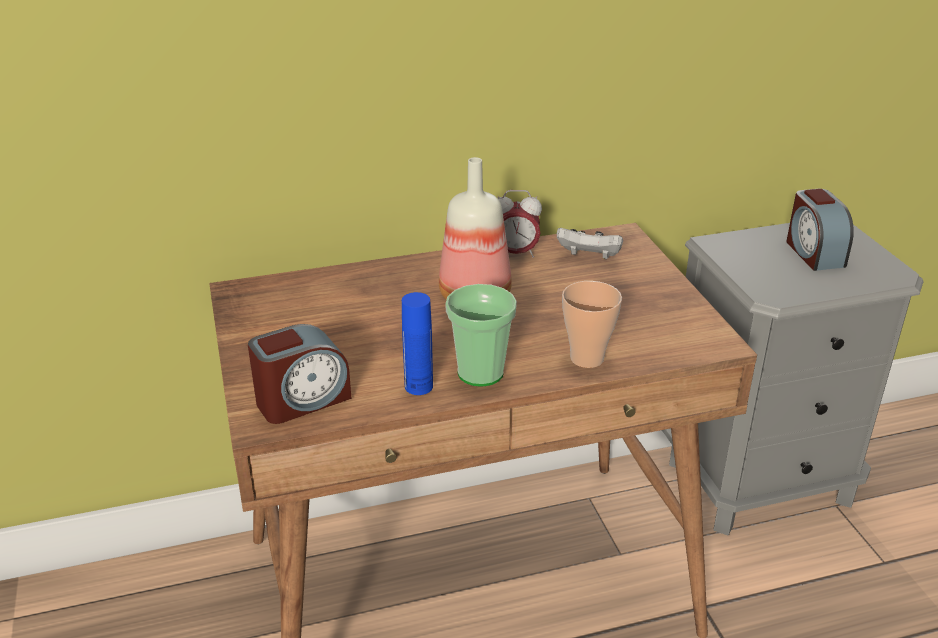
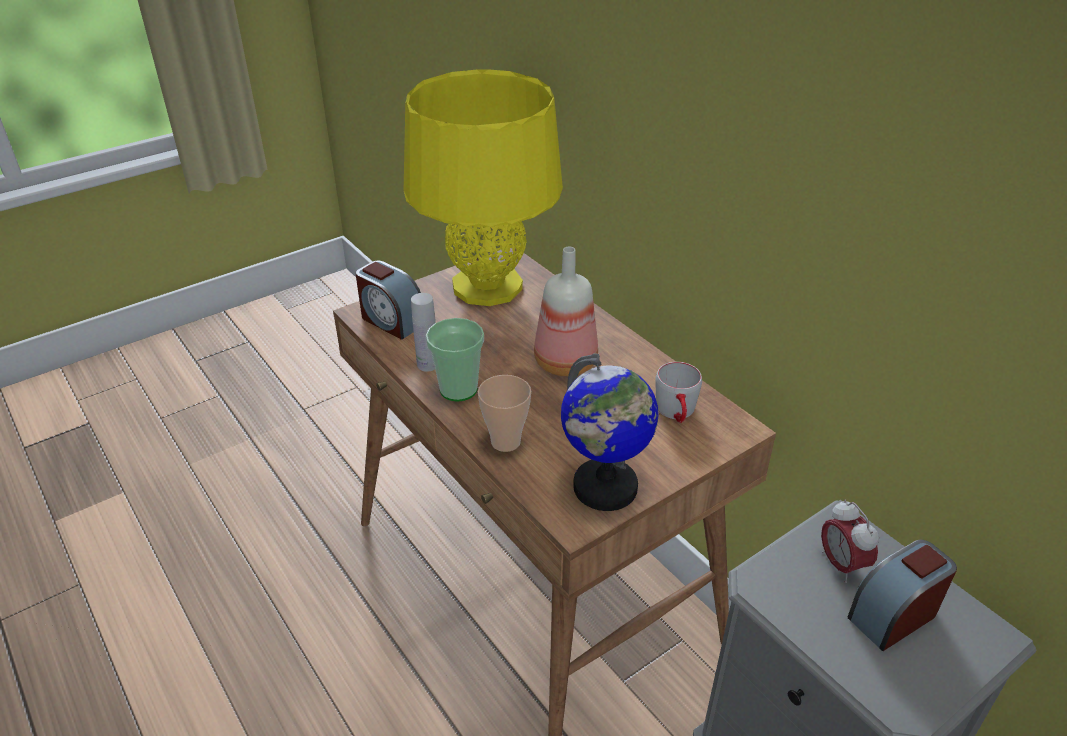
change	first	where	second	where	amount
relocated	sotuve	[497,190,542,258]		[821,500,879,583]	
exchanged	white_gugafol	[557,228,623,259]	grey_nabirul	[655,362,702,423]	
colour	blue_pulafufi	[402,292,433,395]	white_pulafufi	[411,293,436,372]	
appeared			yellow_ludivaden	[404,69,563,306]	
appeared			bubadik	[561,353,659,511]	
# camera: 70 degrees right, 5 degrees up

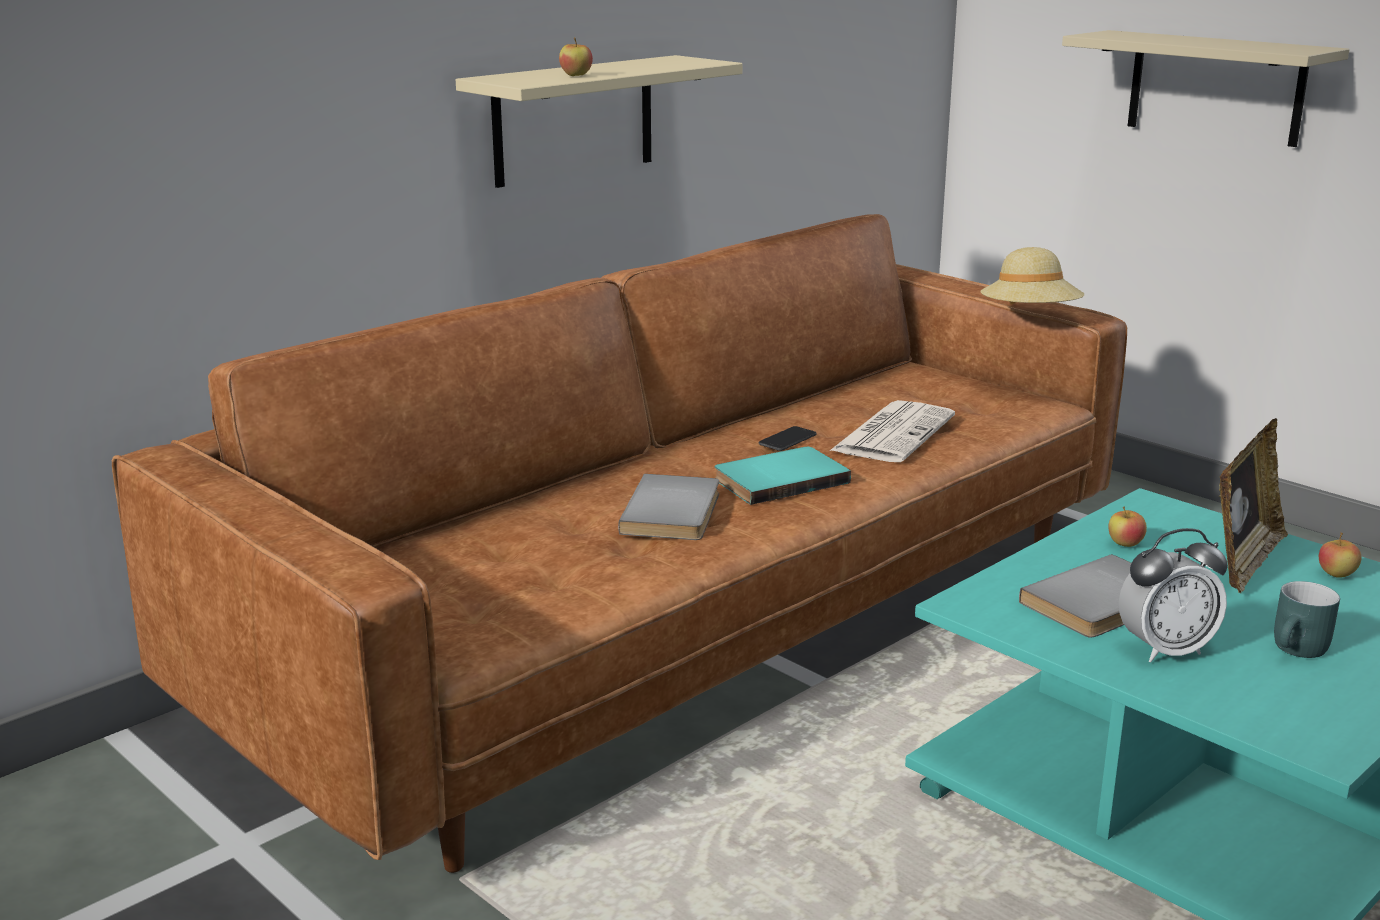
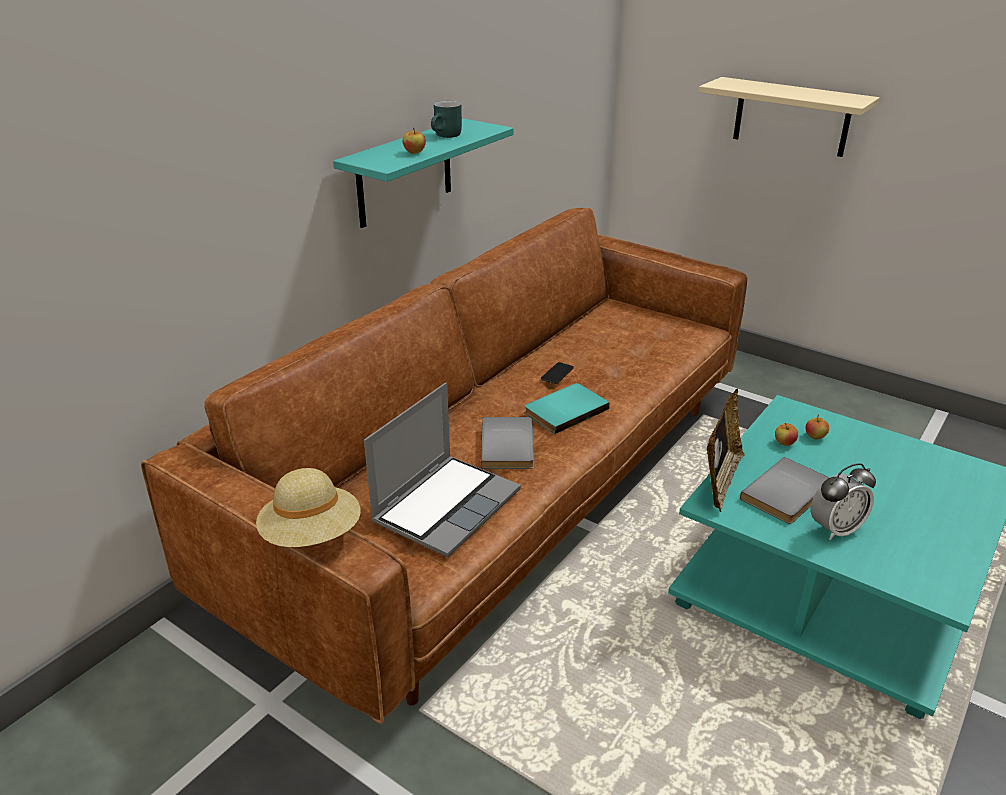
change	first	where	second	where	amount
colour	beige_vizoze	[456,55,743,188]	turquoise_vizoze	[333,118,514,228]	
relocated	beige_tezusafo	[981,247,1084,304]		[256,468,361,547]	
missing	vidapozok	[830,400,955,462]			
relocated	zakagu	[1219,418,1288,594]		[706,388,745,512]	
relocated	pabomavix	[1319,532,1361,578]		[806,414,829,440]	
relocated	turquoise_nabirul	[1274,581,1340,658]		[431,101,462,138]	
appeared			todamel	[364,382,521,557]	
# camera: 10 degrees left, 10 degrees up

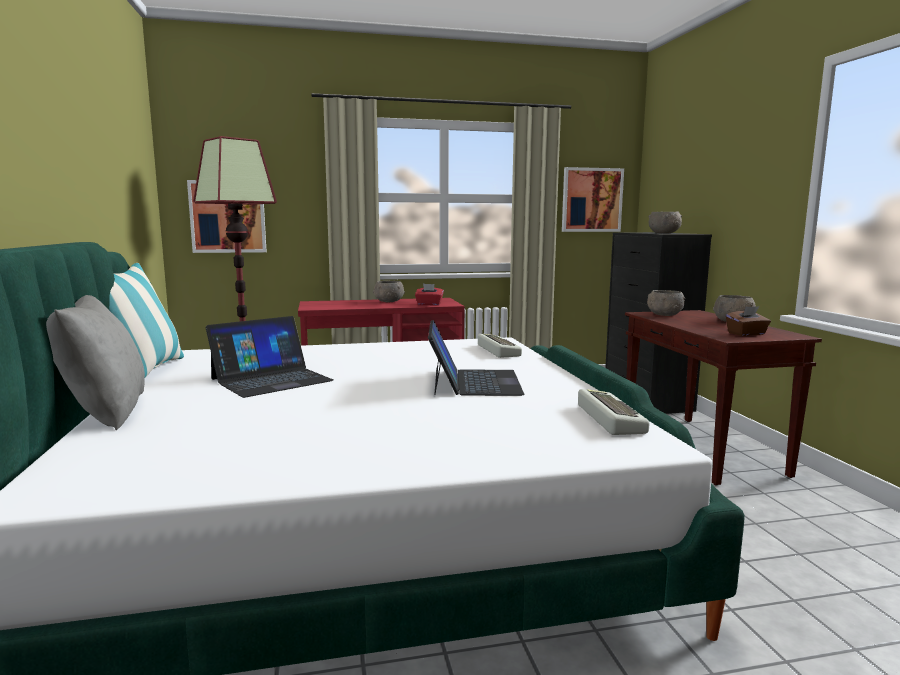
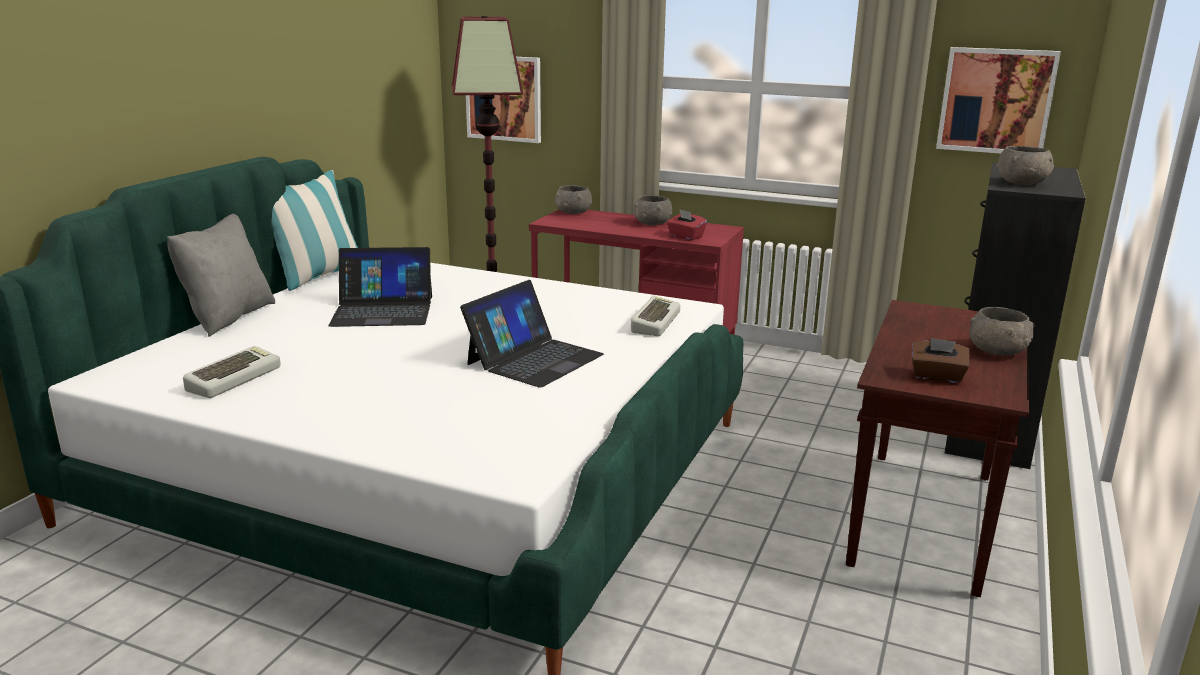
change	first	where	second	where	amount
relocated	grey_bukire	[647,290,685,316]		[555,185,592,214]	
relocated	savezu	[578,389,650,435]		[183,346,281,398]	
# camera: 35 degrees right, 10 degrees up

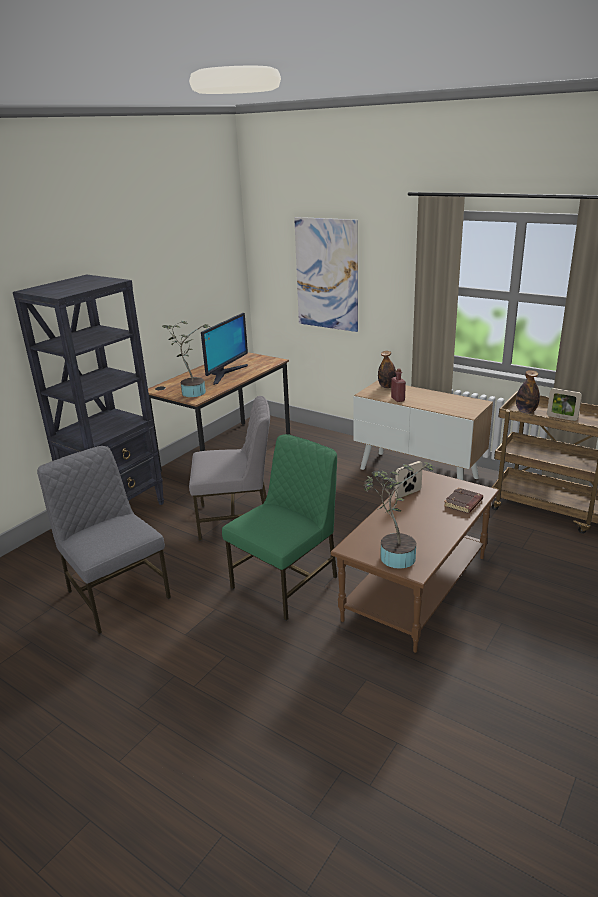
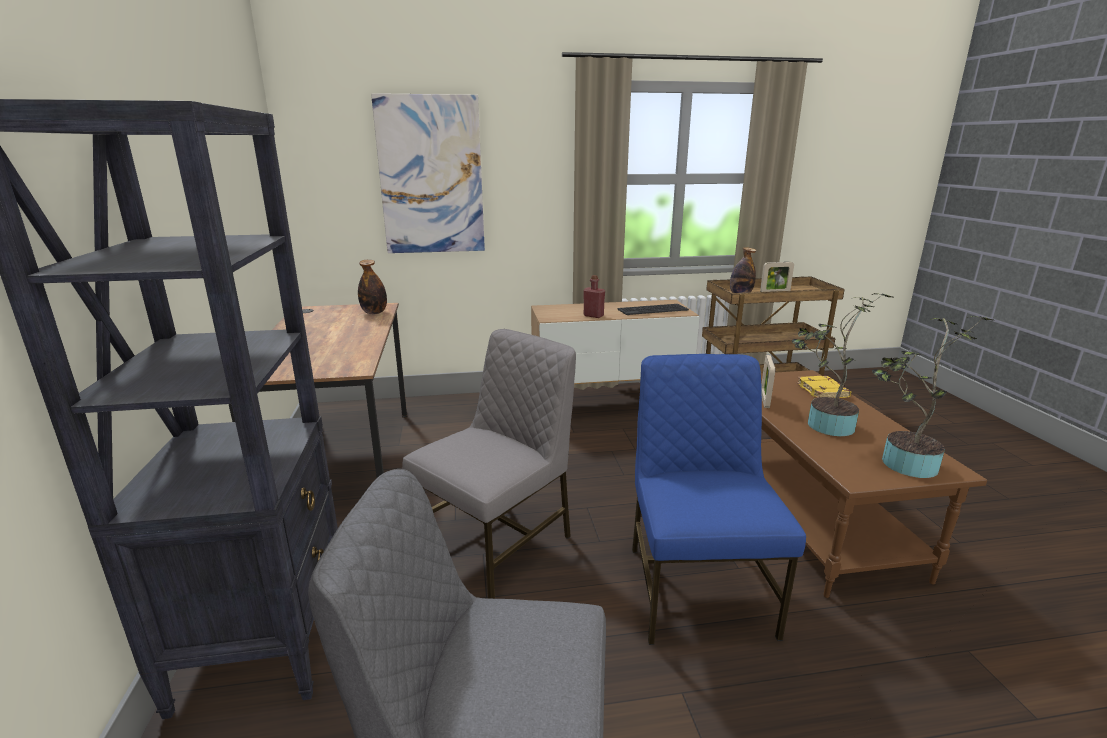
change	first	where	second	where	amount
missing	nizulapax	[201,313,248,385]			
relocated	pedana	[162,321,210,397]		[792,293,894,436]	
relocated	pulafufi	[378,351,396,388]		[358,260,387,314]	
colour	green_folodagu	[222,434,338,621]	blue_folodagu	[632,354,806,645]	
colour	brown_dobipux	[444,488,483,514]	yellow_dobipux	[797,376,851,398]	
appeared			savezu	[618,304,689,315]	
# camera: 45 degrees left, 5 degrees down

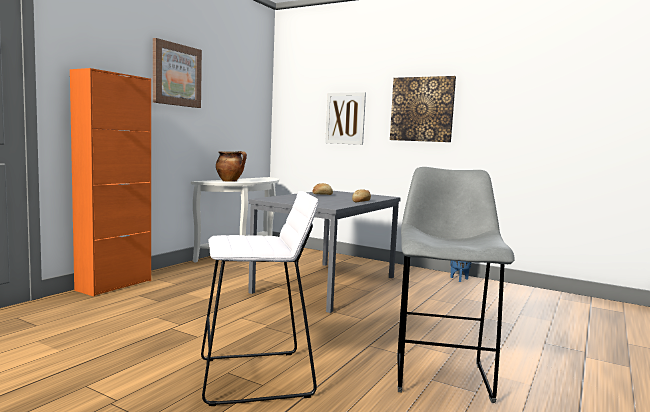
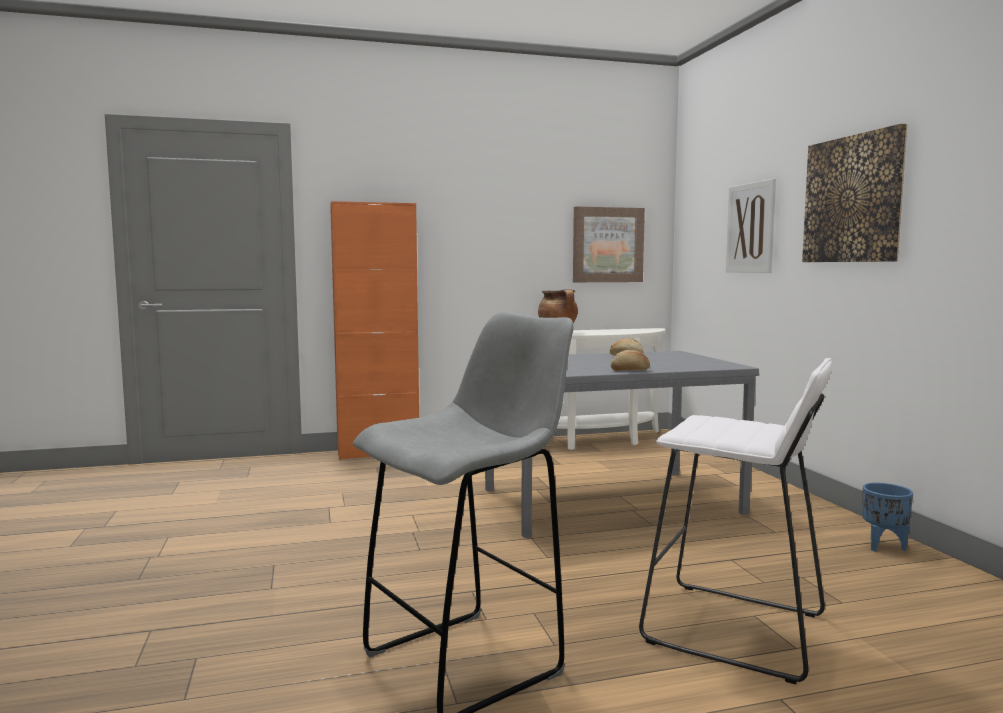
change	first	where	second	where	amount
relocated	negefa	[153,38,202,108]		[573,206,645,282]	
relocated	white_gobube	[201,191,318,406]		[639,358,832,684]	
# camera: 45 degrees right, 0 degrees up

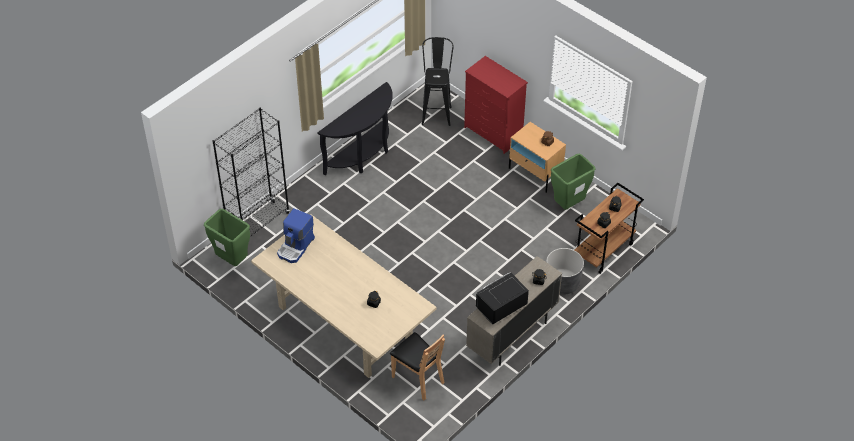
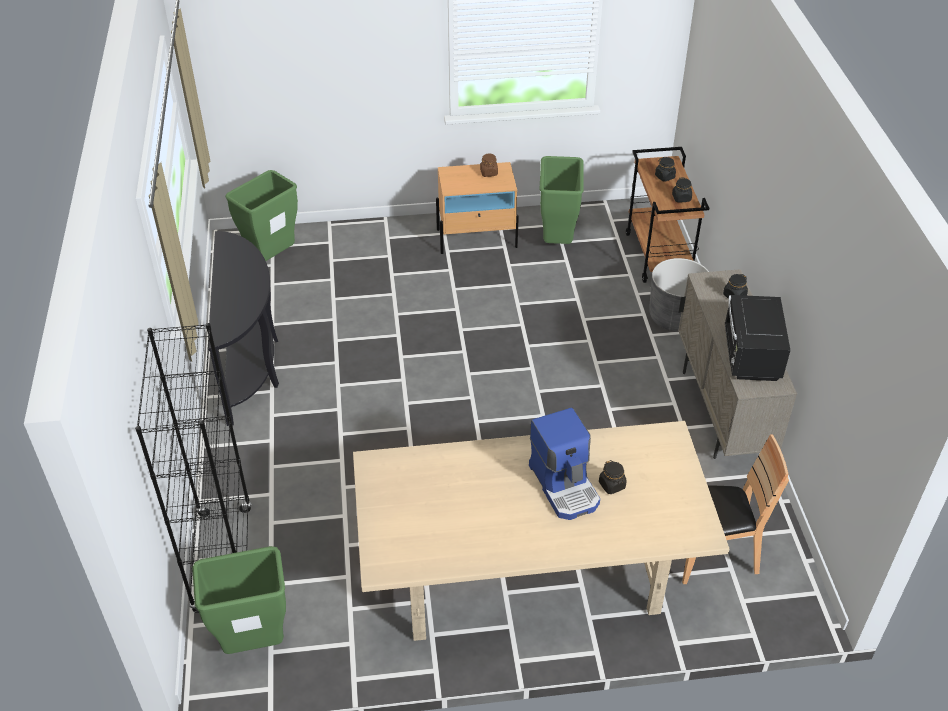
change	first	where	second	where	amount
exchanged	black_gobube	[422,37,454,126]	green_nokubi	[225,170,298,261]	
missing	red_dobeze	[464,56,528,154]			
relocated	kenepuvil	[277,208,315,263]		[529,407,600,520]	
# camera: 50 degrees left, 5 degrees down

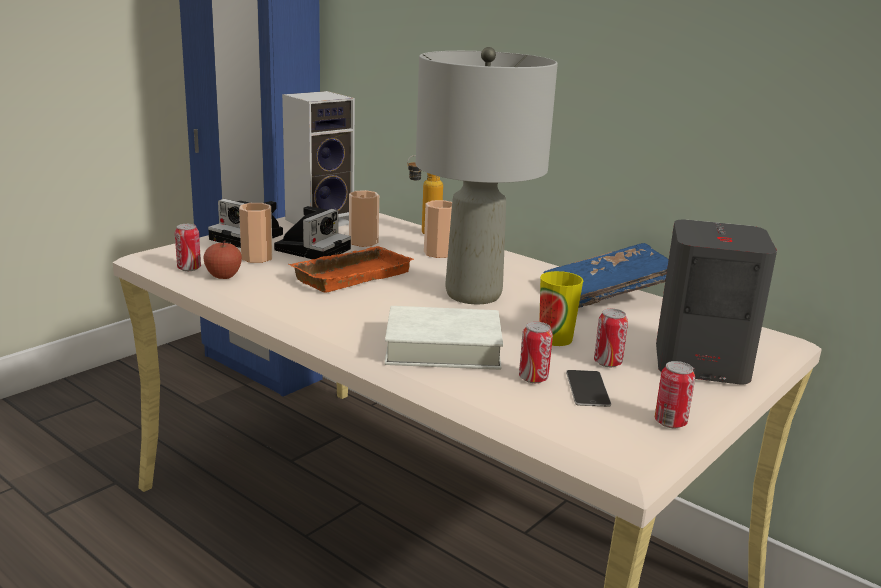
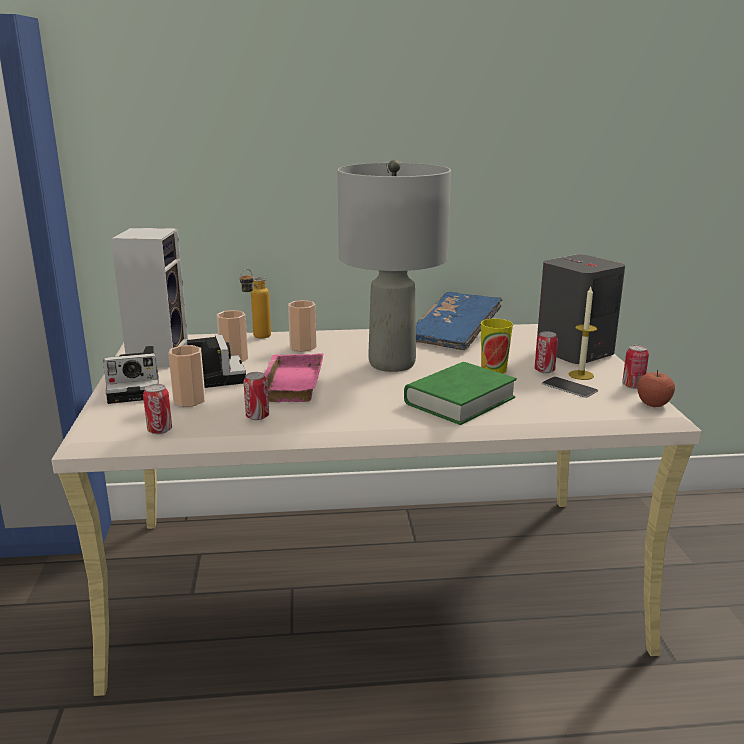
change	first	where	second	where	amount
relocated	pabomavix	[204,240,242,279]		[637,370,675,407]	
colour	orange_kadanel	[289,246,414,293]	pink_kadanel	[264,354,323,402]	
colour	white_dobipux	[384,306,503,370]	green_dobipux	[404,362,517,425]	
relocated	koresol	[519,322,553,383]		[244,372,269,420]	
appeared			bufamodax	[569,287,598,380]	
# camera: 45 degrees left, 0 degrees up

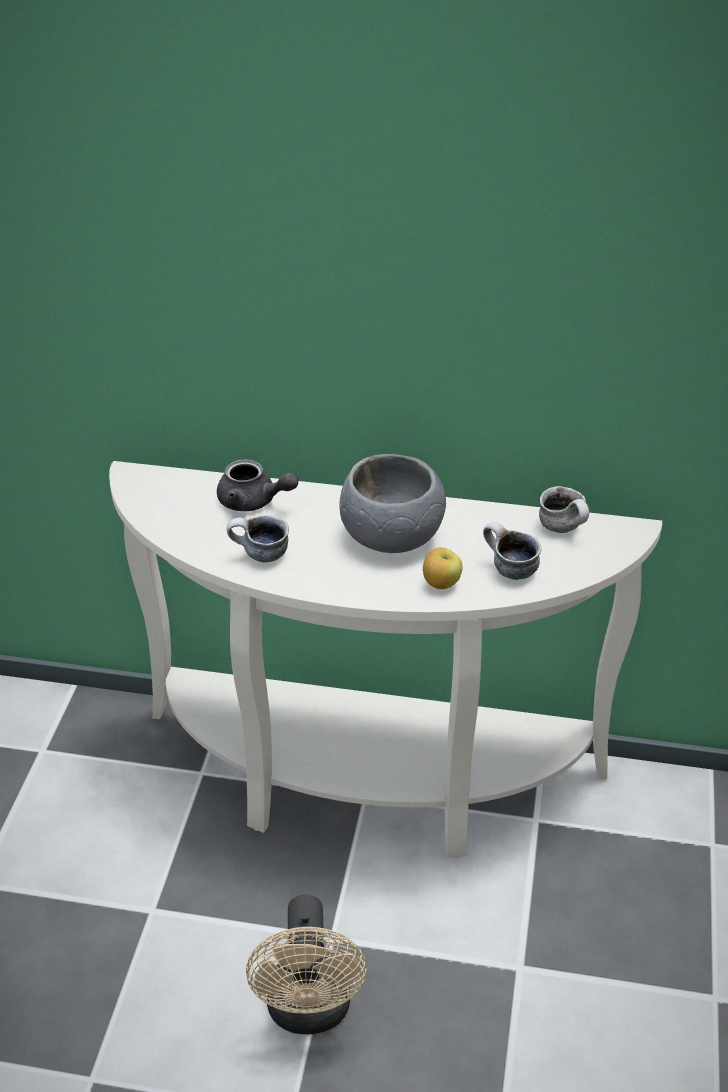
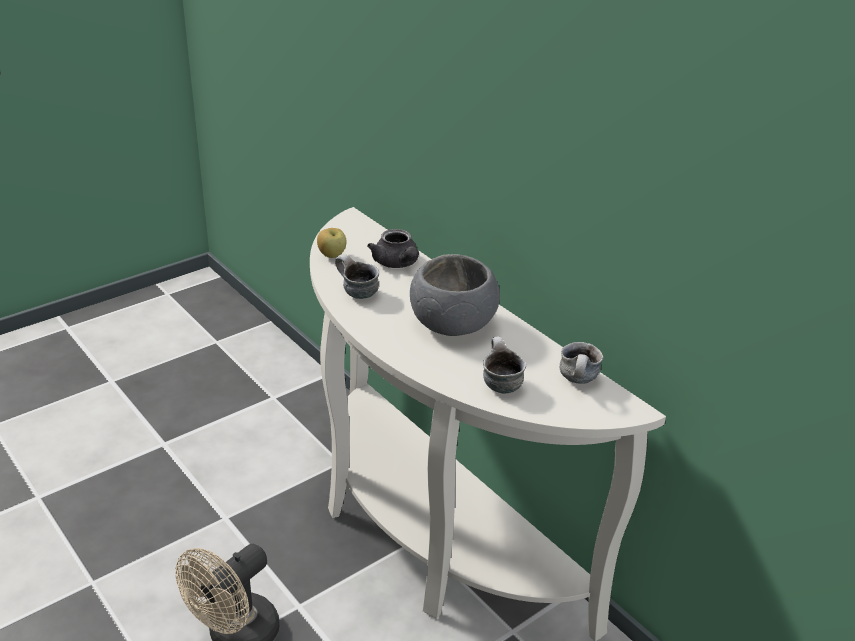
change	first	where	second	where	amount
relocated	pabomavix	[423,547,463,589]		[317,228,347,258]	
# camera: 40 degrees right, 5 degrees down

